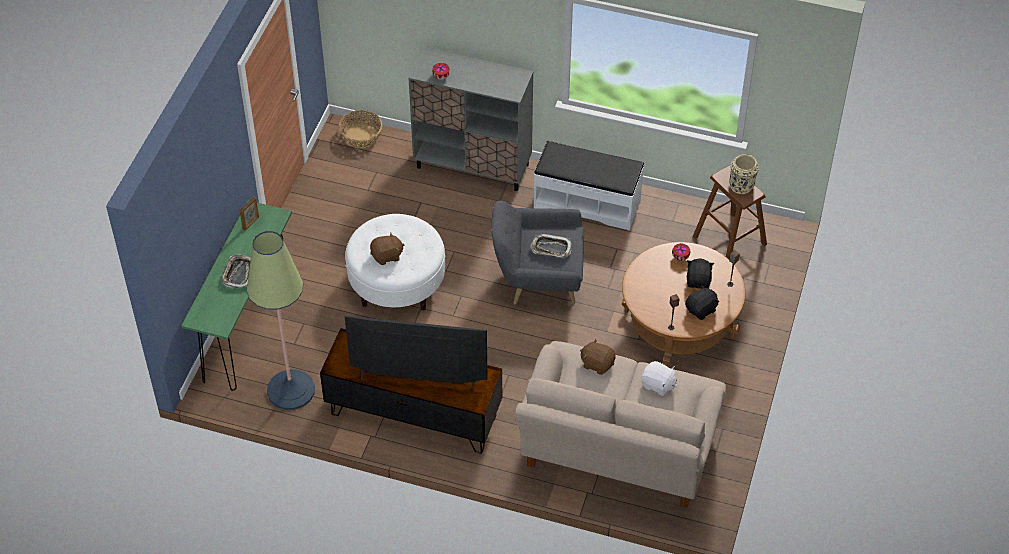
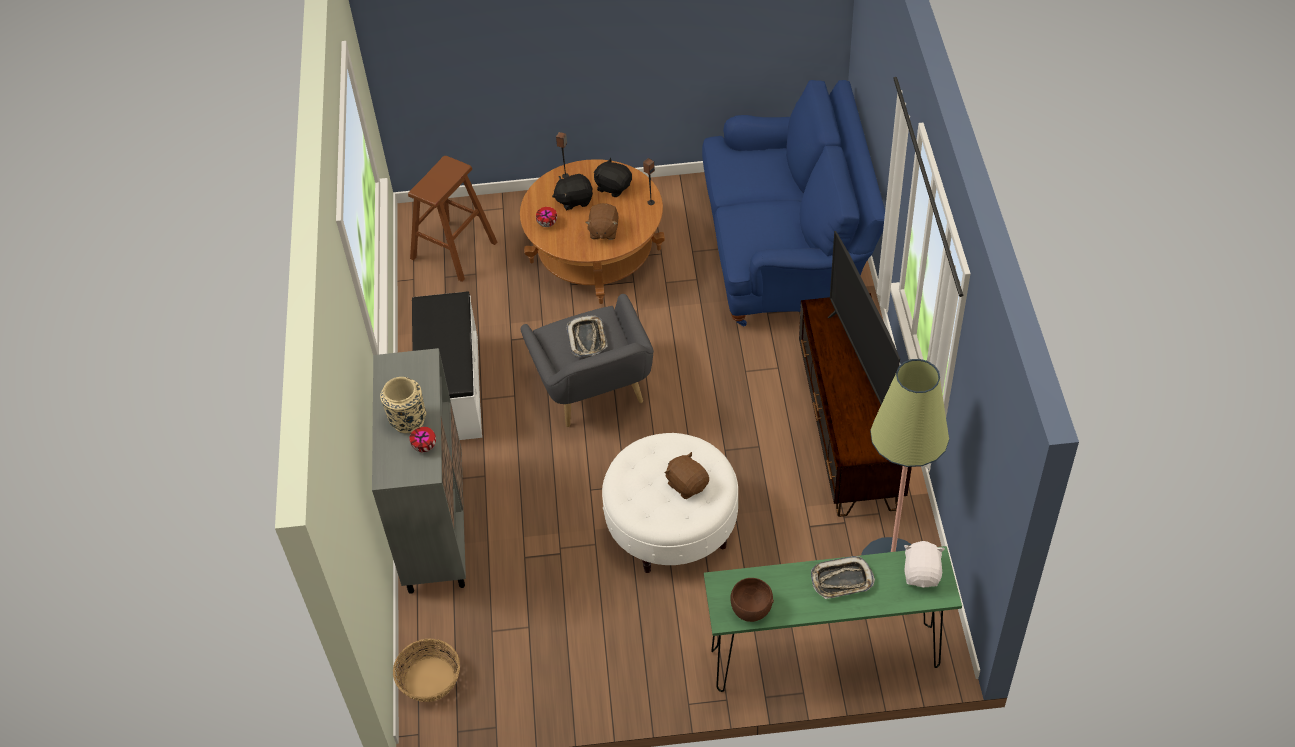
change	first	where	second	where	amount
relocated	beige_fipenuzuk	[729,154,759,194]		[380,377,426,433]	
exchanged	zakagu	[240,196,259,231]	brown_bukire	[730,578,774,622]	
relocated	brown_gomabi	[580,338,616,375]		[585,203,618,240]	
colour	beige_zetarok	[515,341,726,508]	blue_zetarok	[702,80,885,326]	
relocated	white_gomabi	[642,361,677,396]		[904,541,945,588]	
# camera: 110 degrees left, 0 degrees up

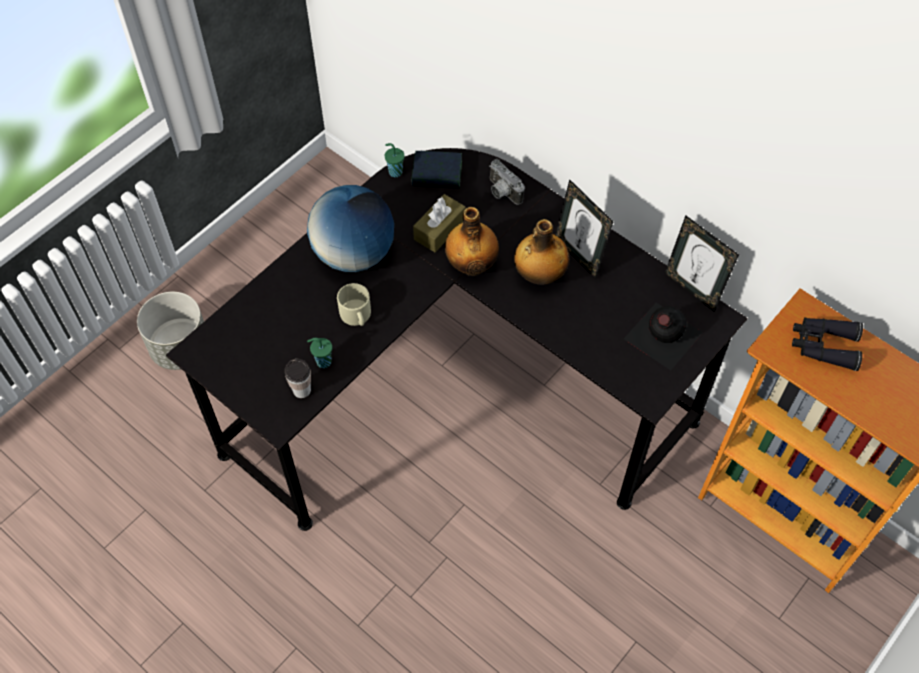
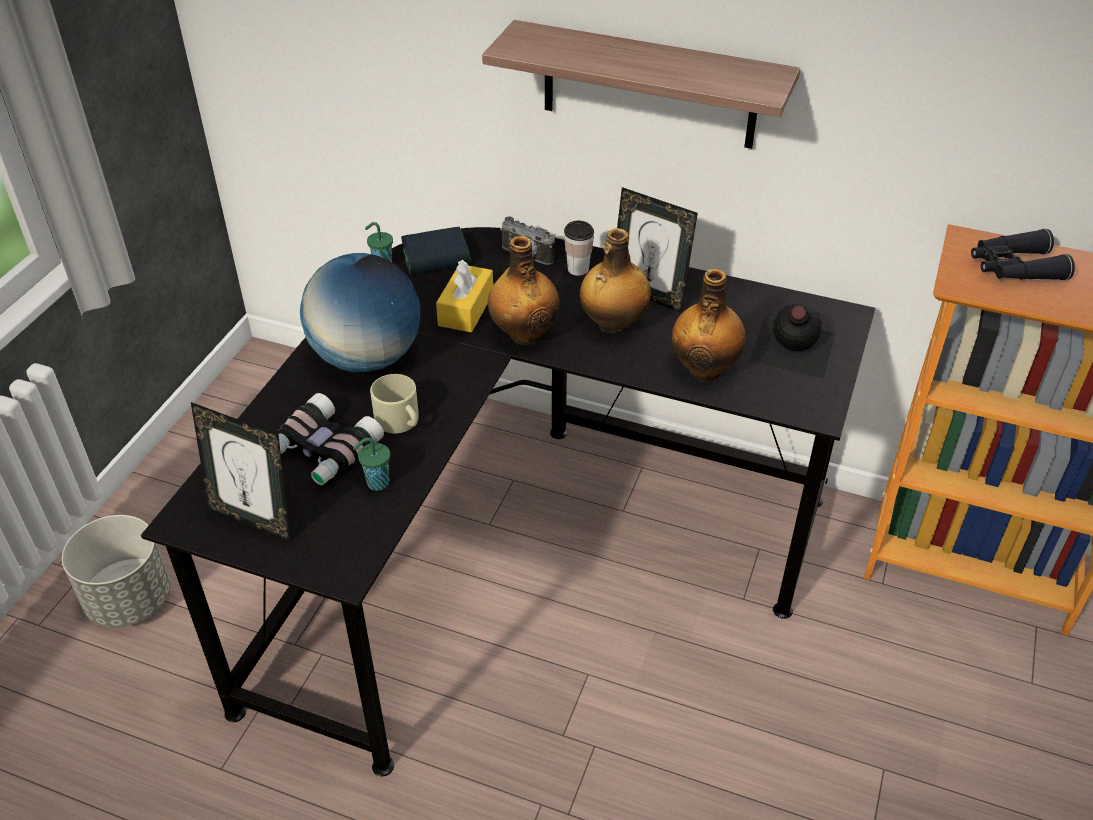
change	first	where	second	where	amount
colour	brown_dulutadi	[413,194,466,252]	yellow_dulutadi	[436,260,493,332]	
relocated	zakagu	[664,215,739,312]		[191,402,291,542]	
relocated	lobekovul	[284,359,311,398]		[564,221,594,276]	
appeared			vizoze	[482,20,800,149]	
appeared			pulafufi	[672,269,746,382]	
appeared			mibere	[278,393,384,485]	
# camera: 20 degrees left, 15 degrees down

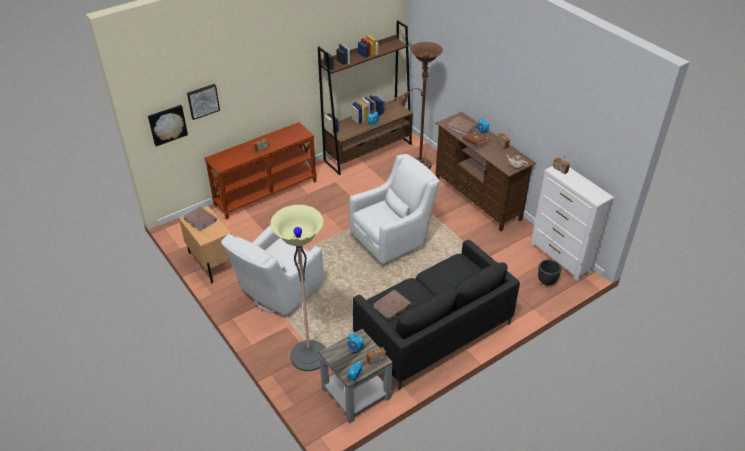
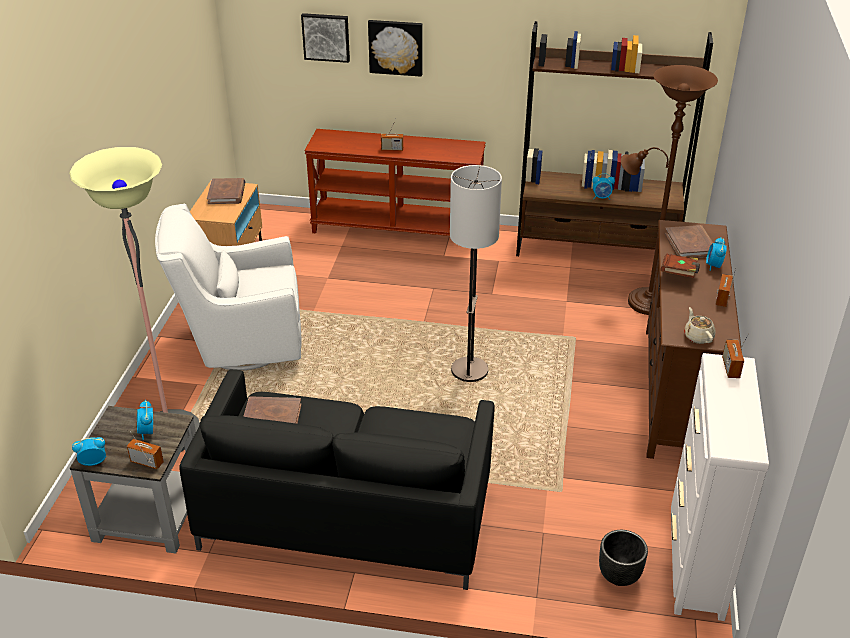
change	first	where	second	where	amount
relocated	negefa	[148,105,188,146]		[368,20,423,77]	
exchanged	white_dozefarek	[349,154,440,264]	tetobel	[450,165,502,382]	
# camera: 45 degrees right, 5 degrees down

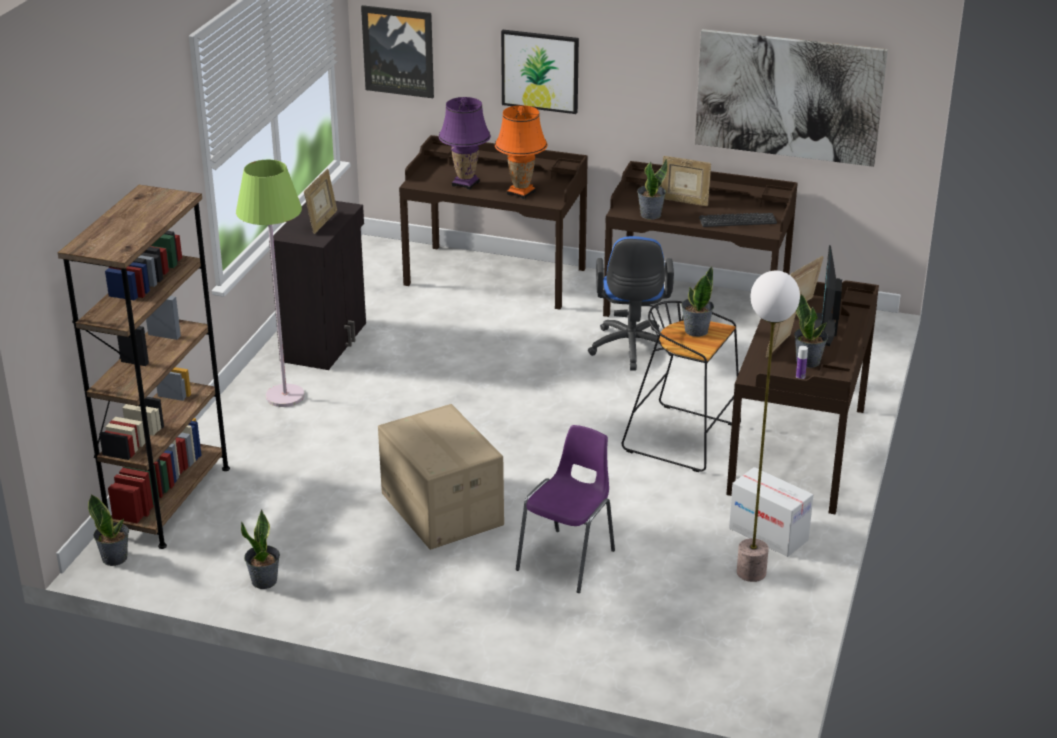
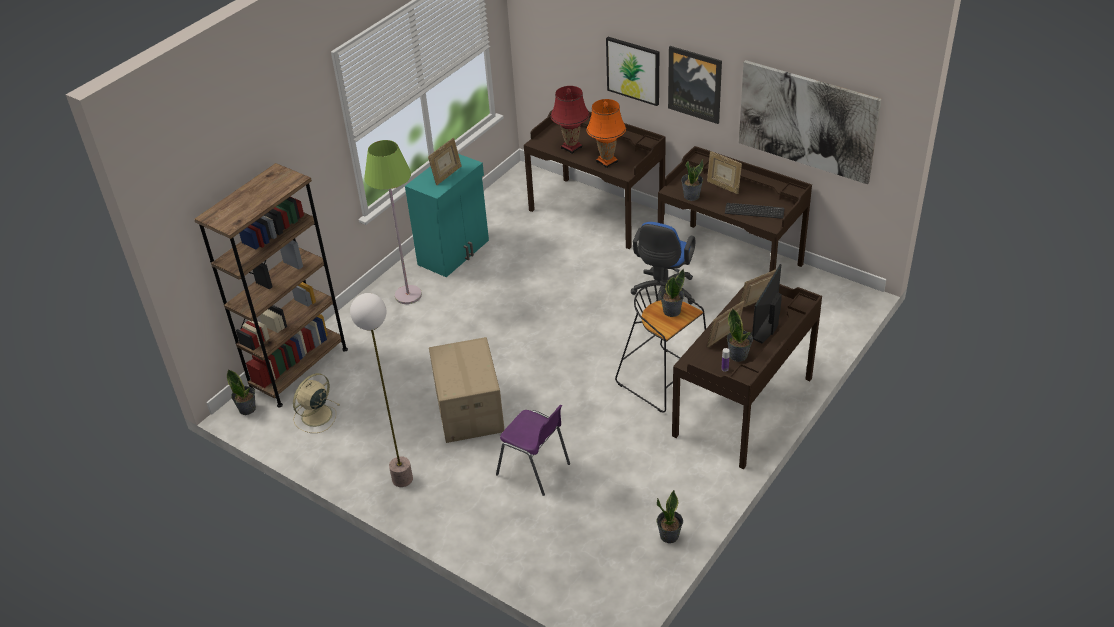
change	first	where	second	where	amount
relocated	negefa	[361,5,434,98]		[668,46,722,124]	
colour	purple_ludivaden	[439,97,491,190]	red_ludivaden	[551,86,589,154]	
colour	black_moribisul	[269,201,366,370]	turquoise_moribisul	[405,154,489,277]	
relocated	tetobel	[737,271,800,582]		[350,293,413,487]	
spun	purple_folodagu	[516,425,615,593]		[496,405,570,496]	75 degrees clockwise
missing	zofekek	[729,467,813,557]			
relocated	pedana	[241,509,280,589]		[657,490,683,543]	
appeared			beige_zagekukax	[293,373,340,433]	
# camera: 20 degrees right, 10 degrees up

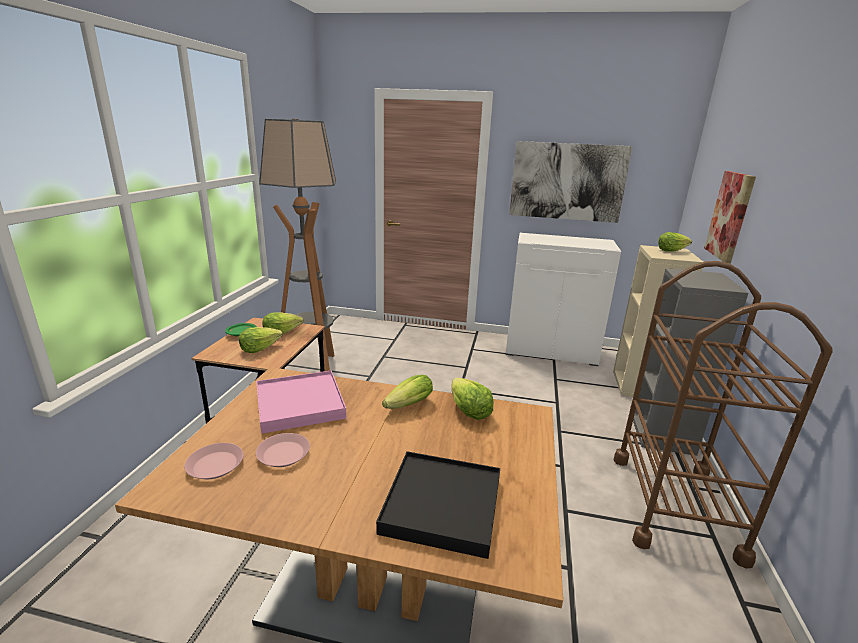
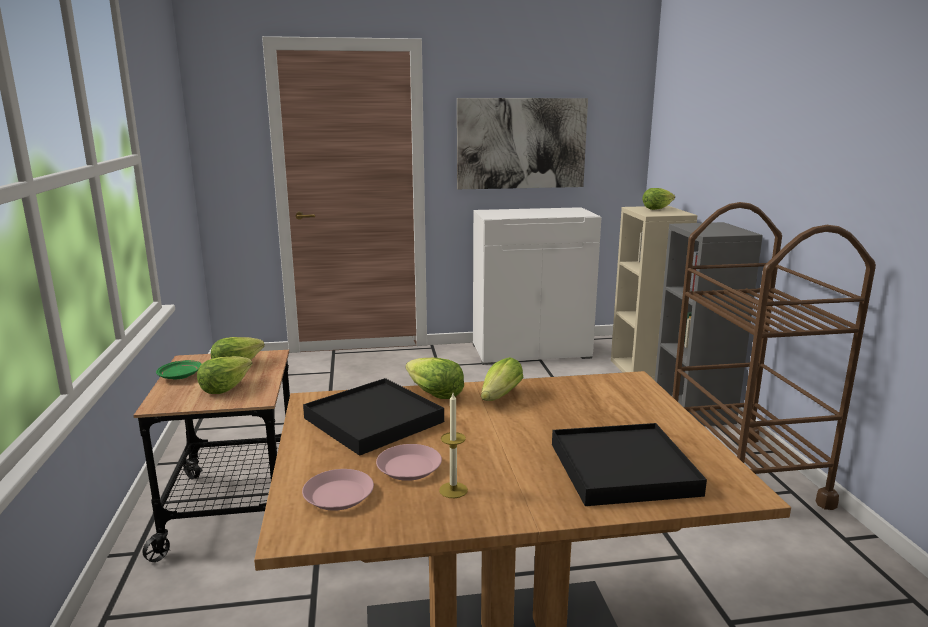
change	first	where	second	where	amount
missing	tetobel	[259,119,336,371]			
missing	negefa	[704,171,756,264]			
colour	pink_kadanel	[256,370,347,434]	black_kadanel	[303,378,444,456]	
relocated	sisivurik	[452,378,494,420]		[405,358,464,399]	
appeared			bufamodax	[439,393,468,498]	
# camera: 20 degrees left, 5 degrees down

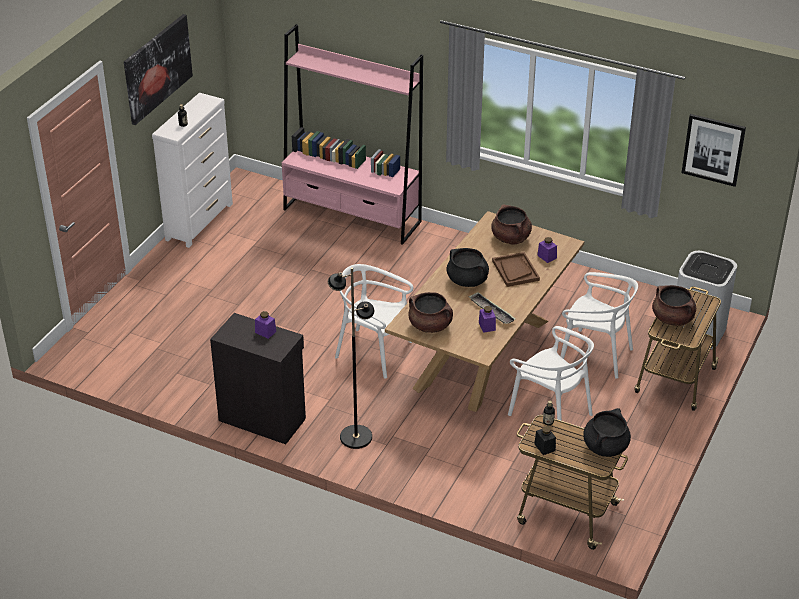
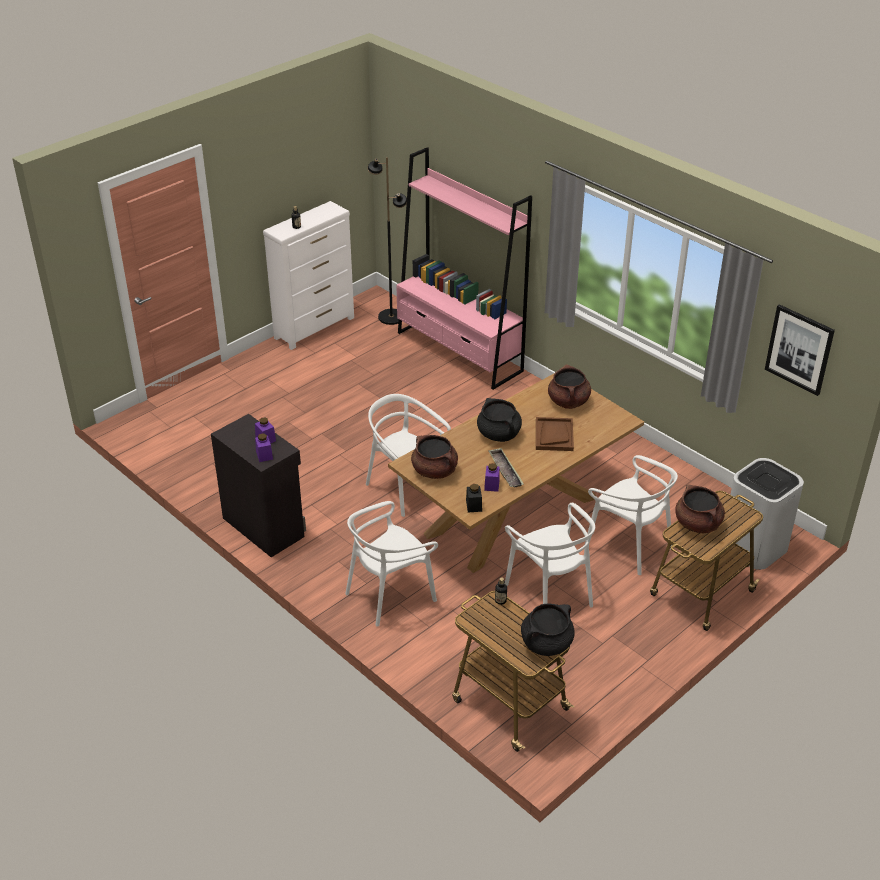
change	first	where	second	where	amount
missing	negefa	[124,14,193,125]			
relocated	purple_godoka	[537,237,557,263]		[255,433,273,462]	
relocated	black_tetobel	[328,268,374,449]		[367,157,407,325]	
relocated	black_godoka	[534,426,556,455]		[466,484,482,512]	
appeared			white_folodagu	[345,501,438,627]	
# camera: 20 degrees right, 0 degrees up

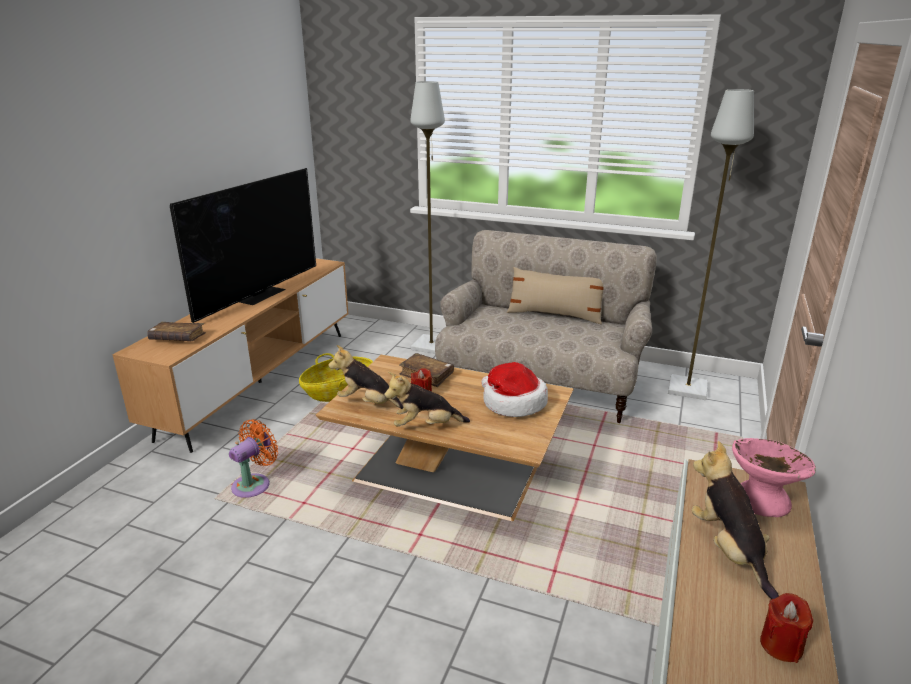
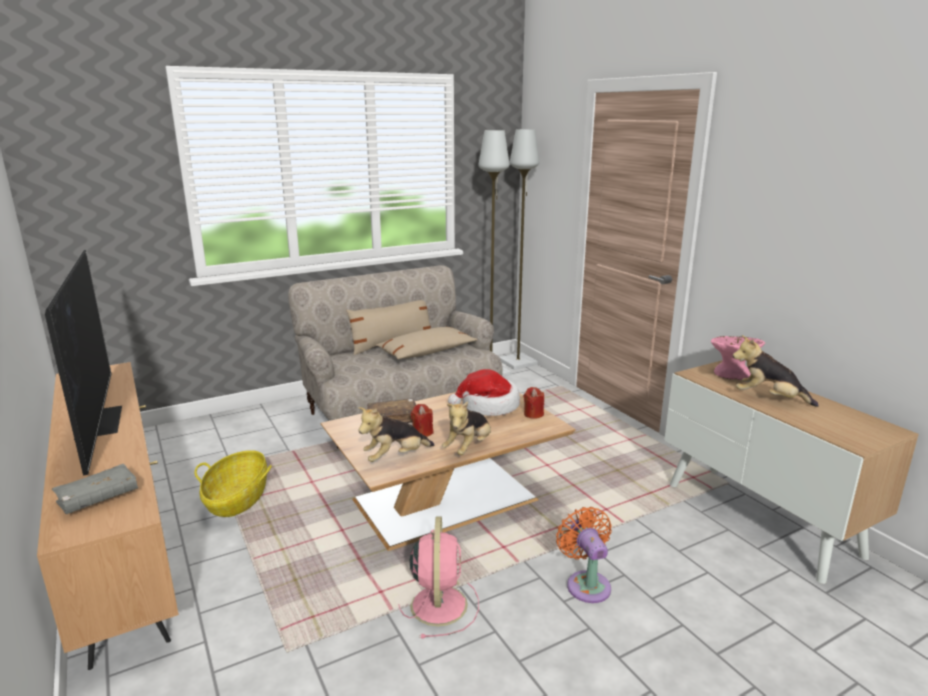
change	first	where	second	where	amount
relocated	grey_tetobel	[410,81,445,354]		[500,129,539,370]	
colour	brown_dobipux	[147,322,206,341]	grey_dobipux	[52,464,138,514]	
relocated	orange_zagekukax	[229,419,278,498]		[556,507,612,603]	
relocated	red_bufamodax	[760,593,813,663]		[524,387,544,419]	
appeared			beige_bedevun	[376,327,478,359]	
appeared			pink_zagekukax	[398,517,479,639]	
# camera: 50 degrees left, 5 degrees down

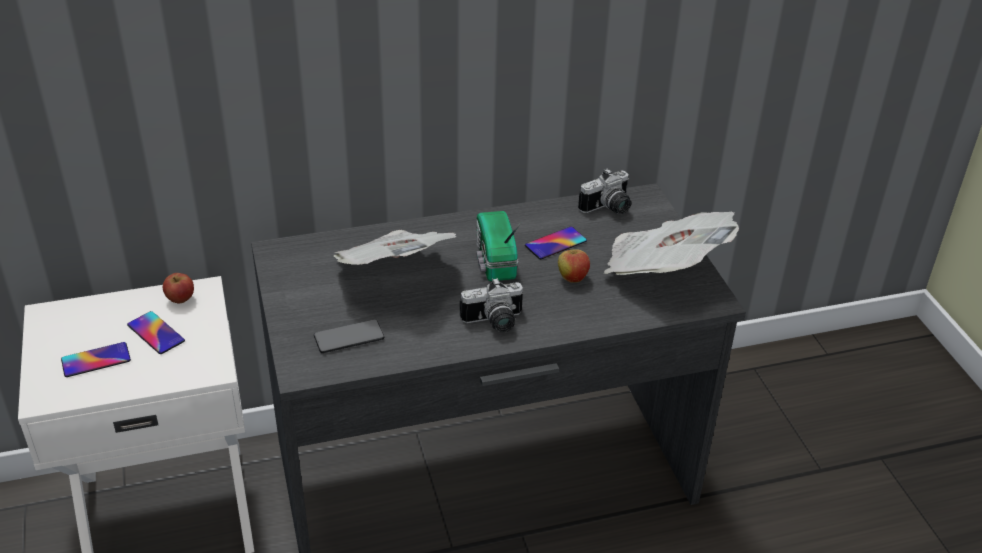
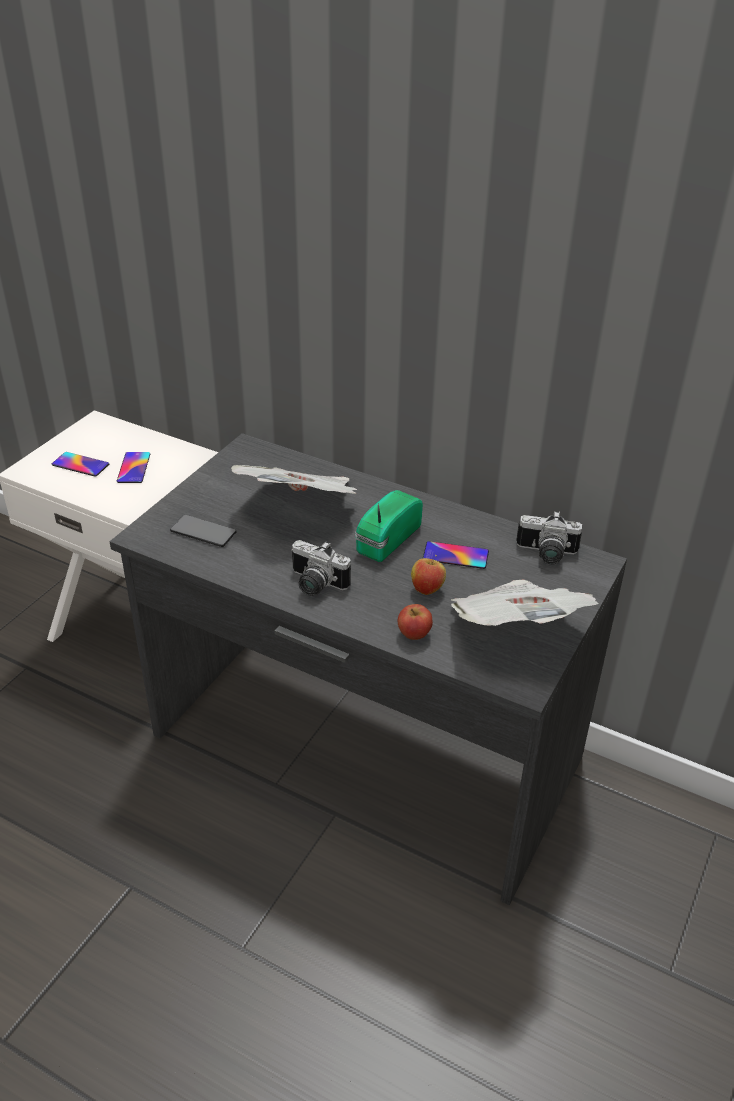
change	first	where	second	where	amount
relocated	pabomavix	[163,273,194,304]		[398,604,433,640]	
# camera: 45 degrees right, 0 degrees up

